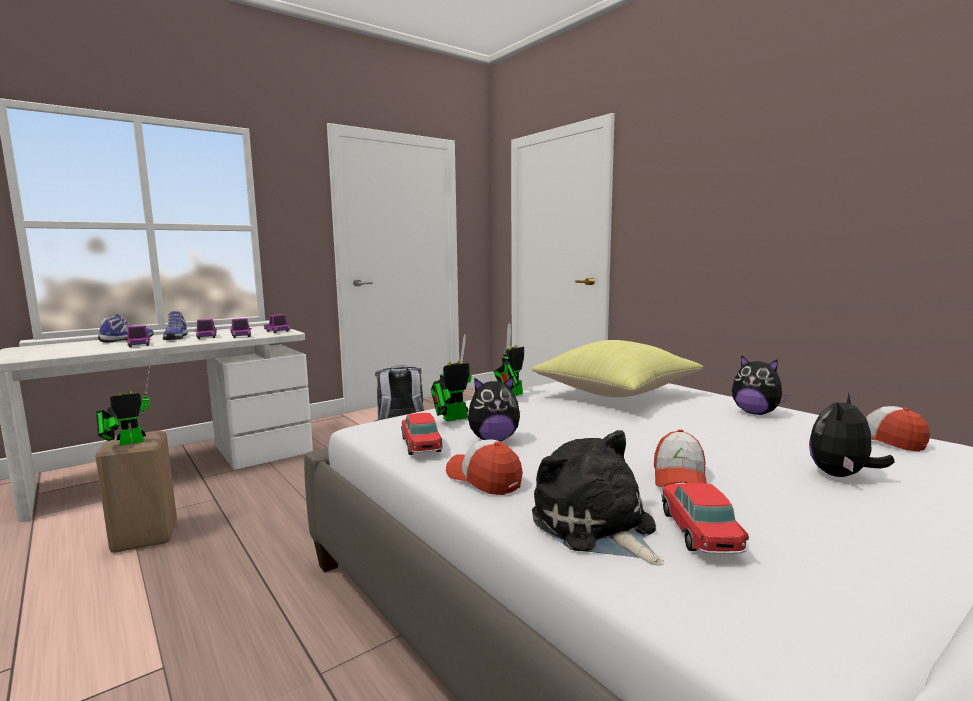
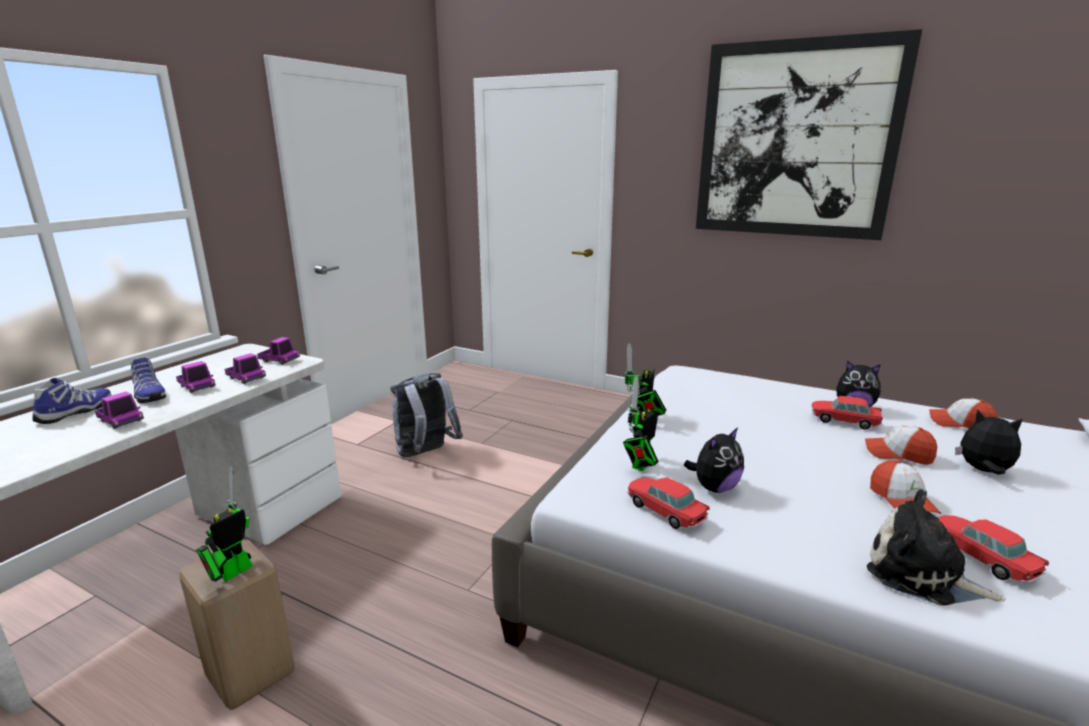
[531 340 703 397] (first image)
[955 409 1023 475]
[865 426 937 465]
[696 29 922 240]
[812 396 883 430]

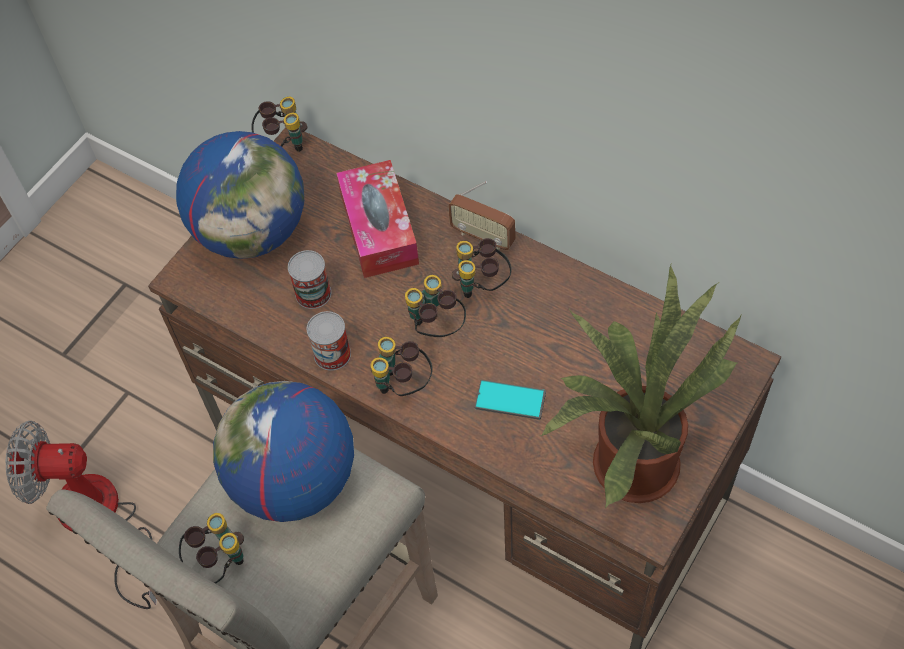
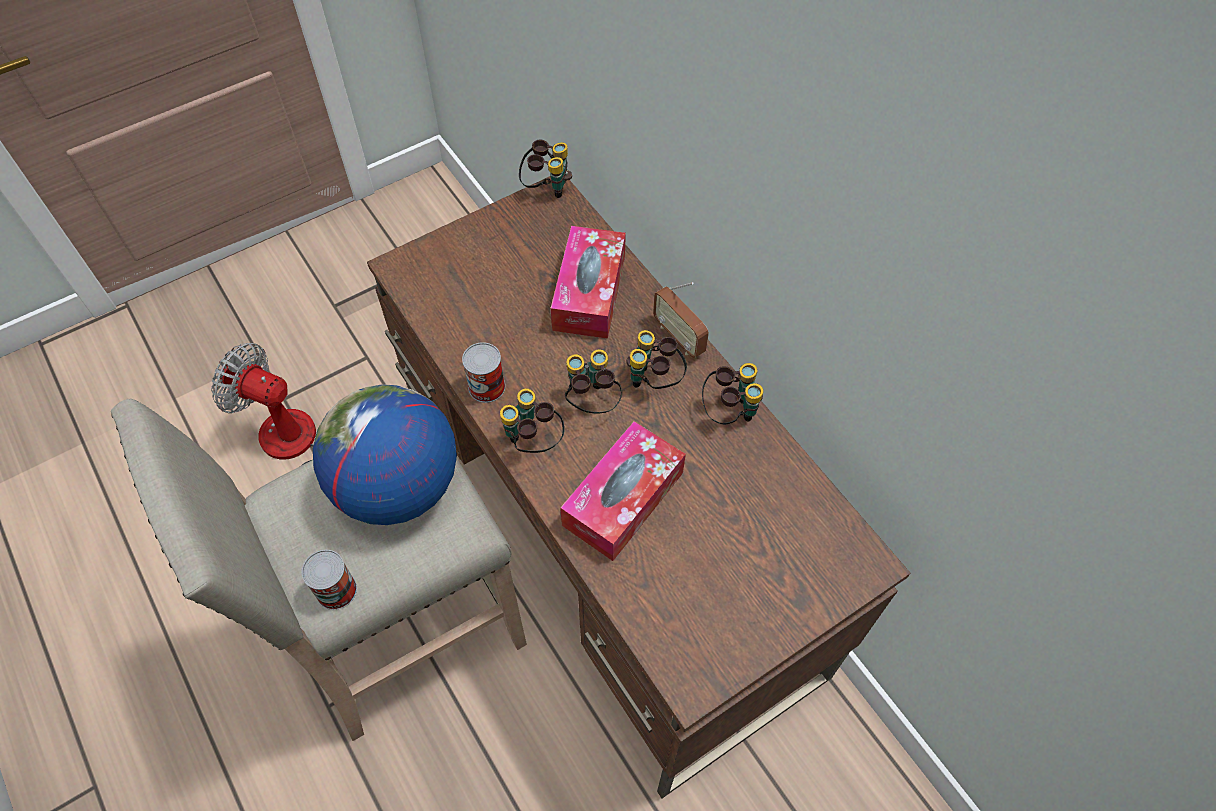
[176 131 304 259] (first image)
[301 550 357 610]
[540 265 742 508] (first image)
[560 421 686 561]
[702 363 764 424]

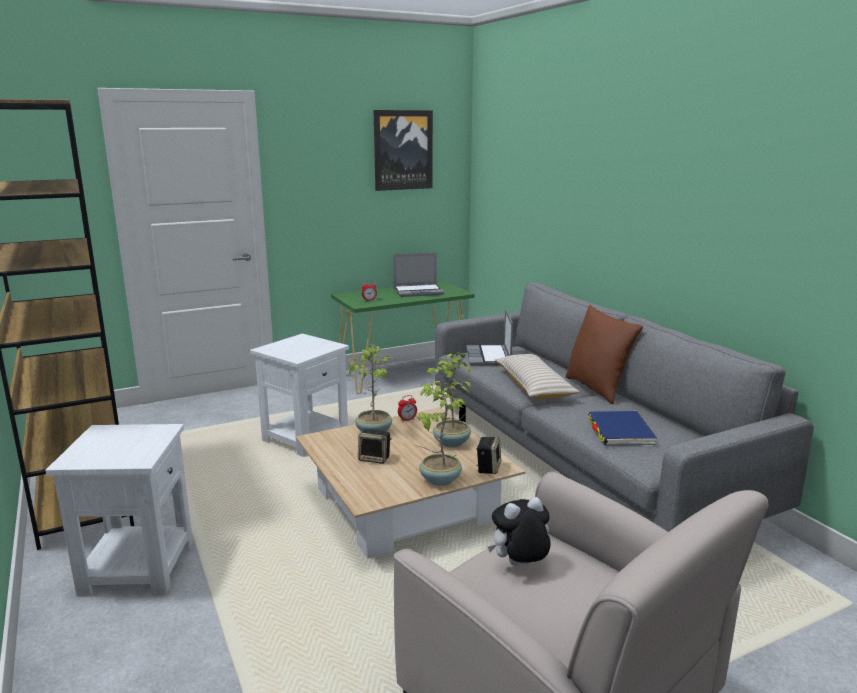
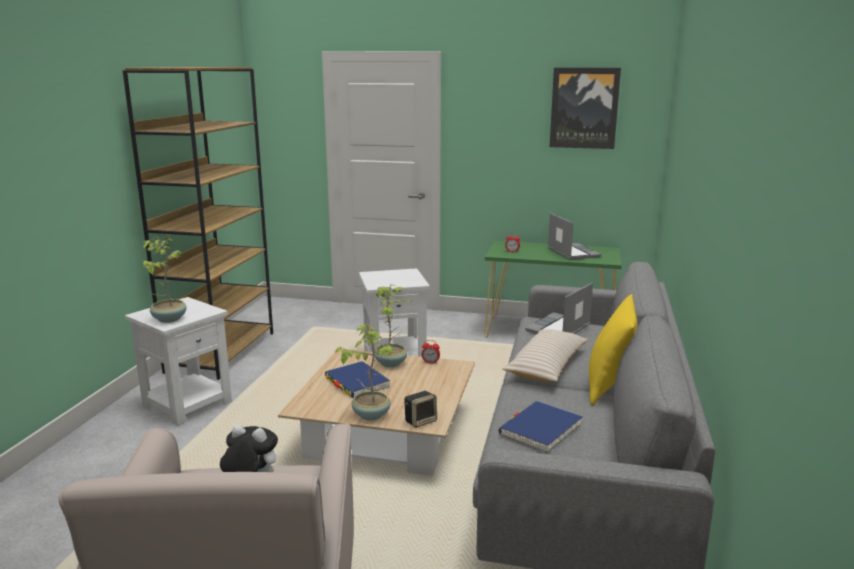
[548 213 601 260]
[589 294 638 406]
[143 236 187 323]
[325 361 390 398]

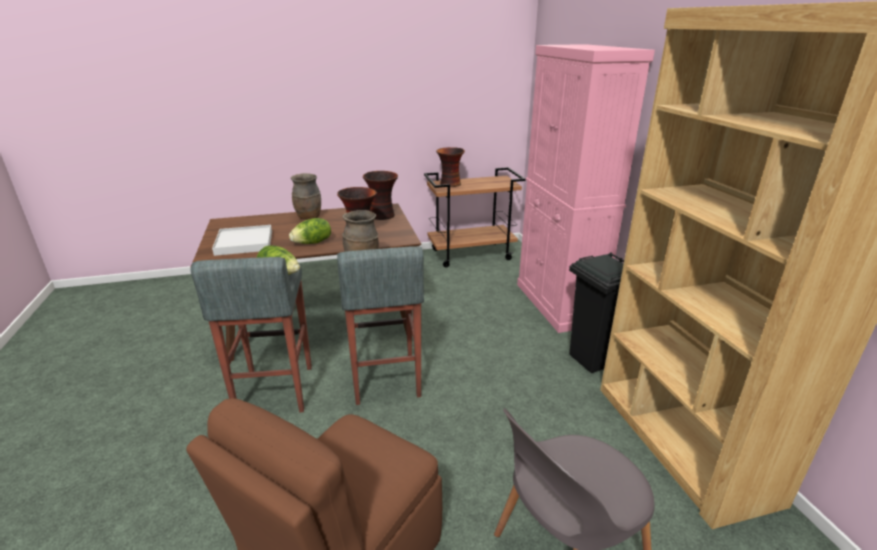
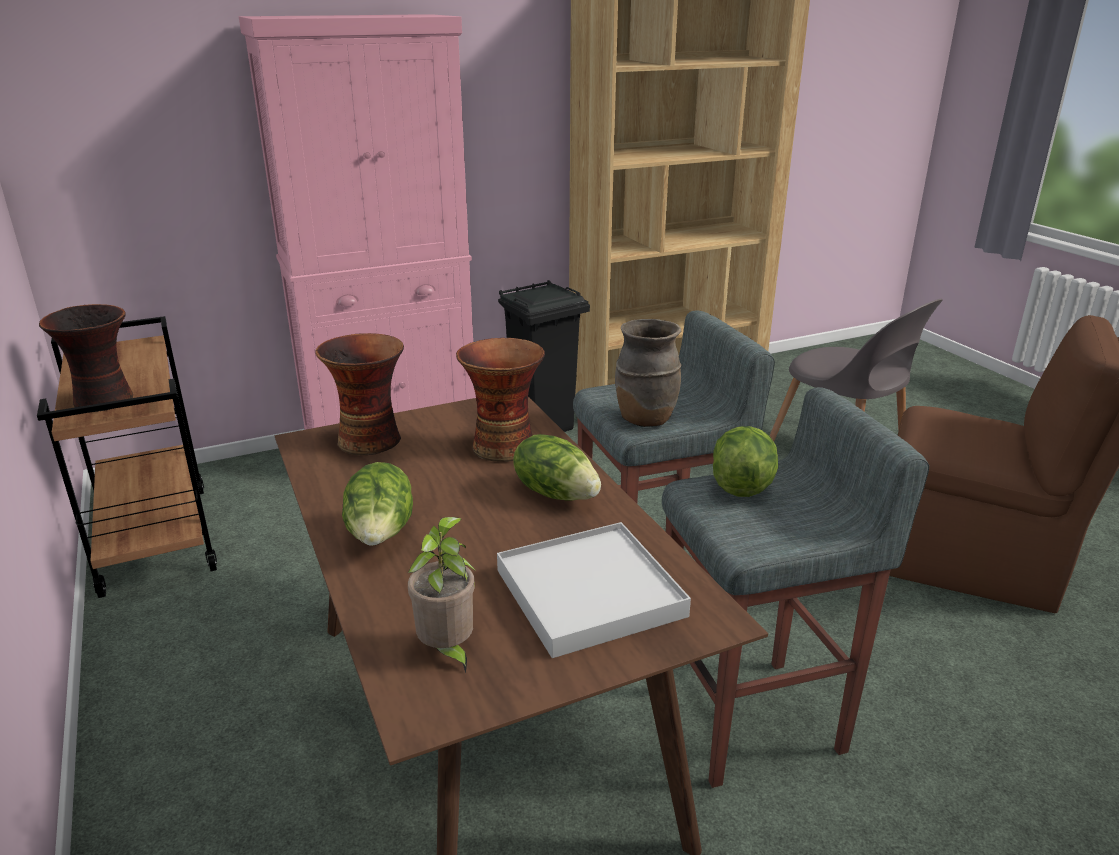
[342 462 413 546]
[408 517 477 673]

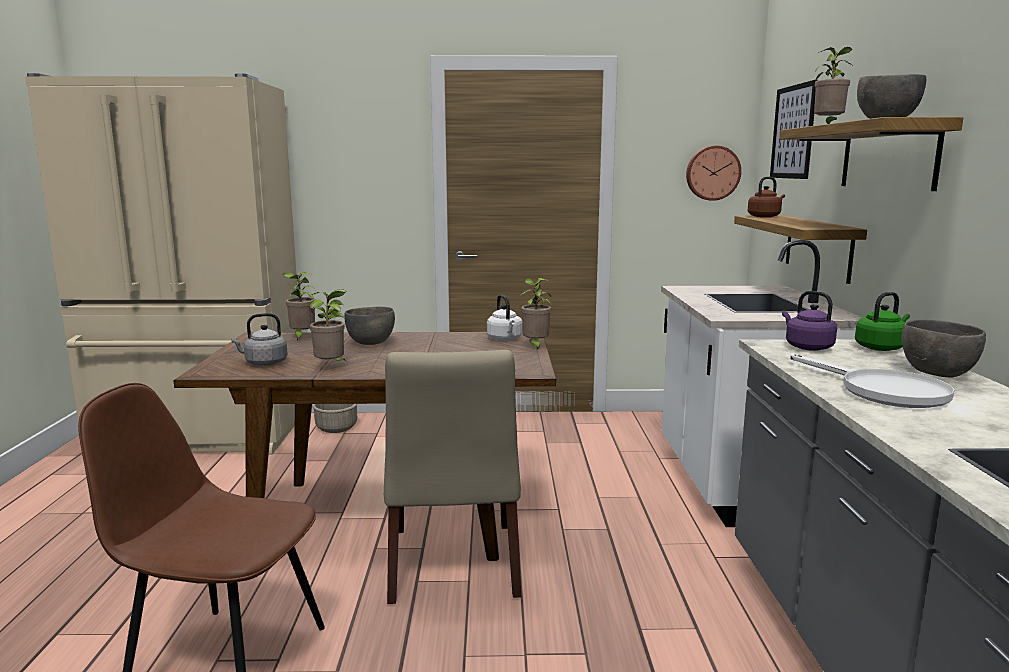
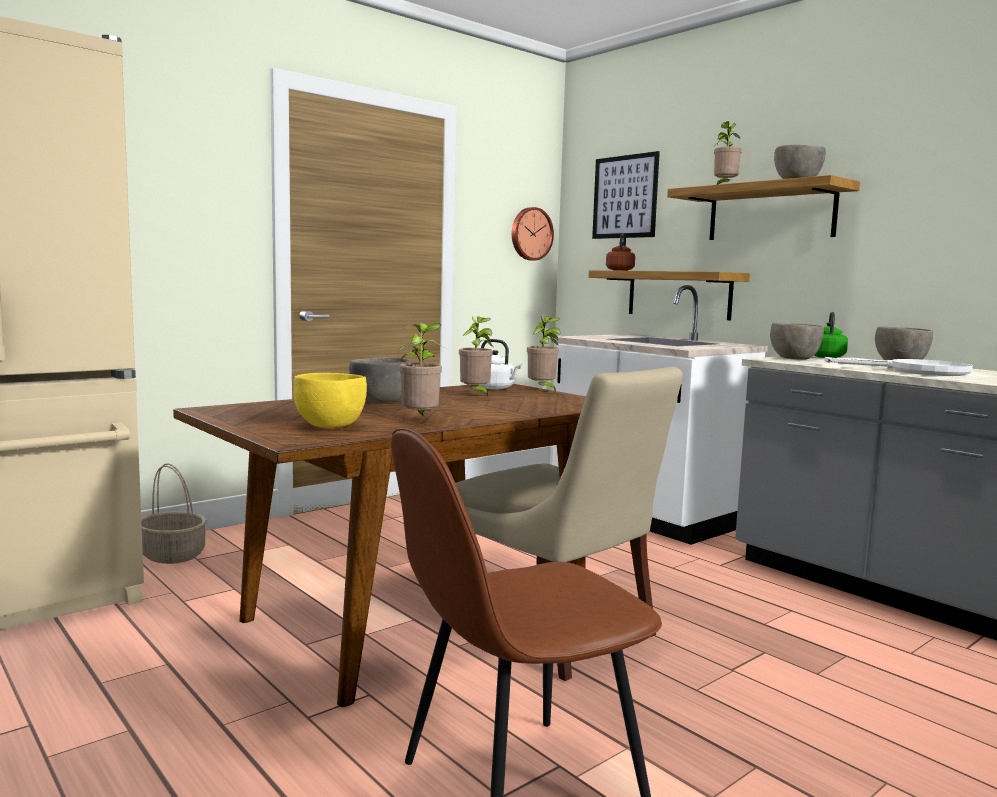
[459 316 493 397]
[770 323 824 360]
[293 373 367 428]

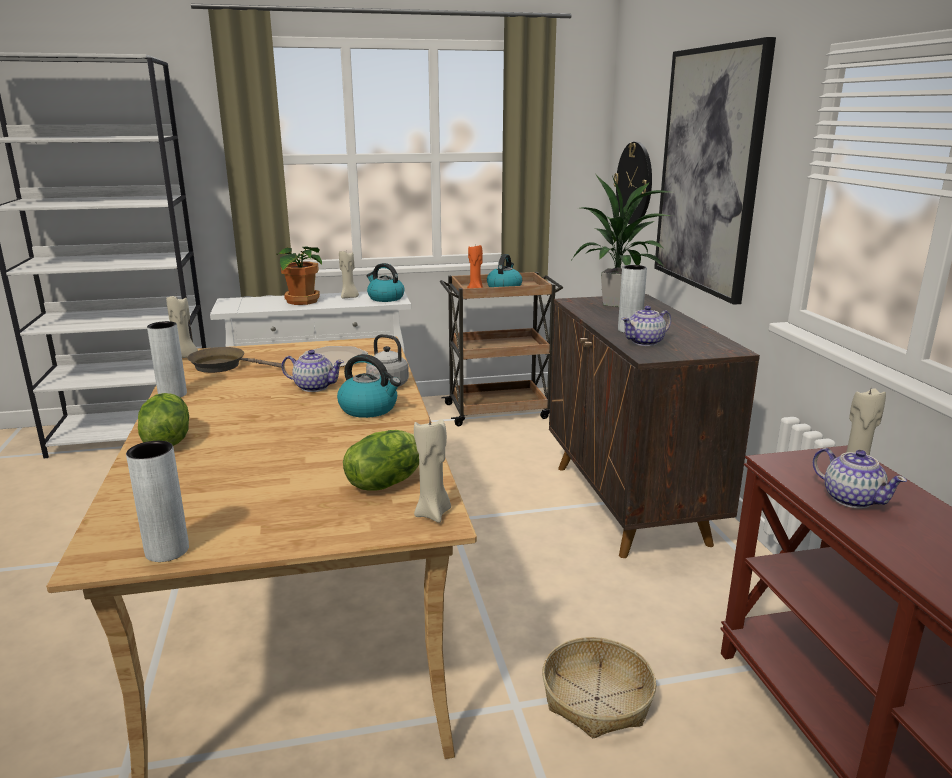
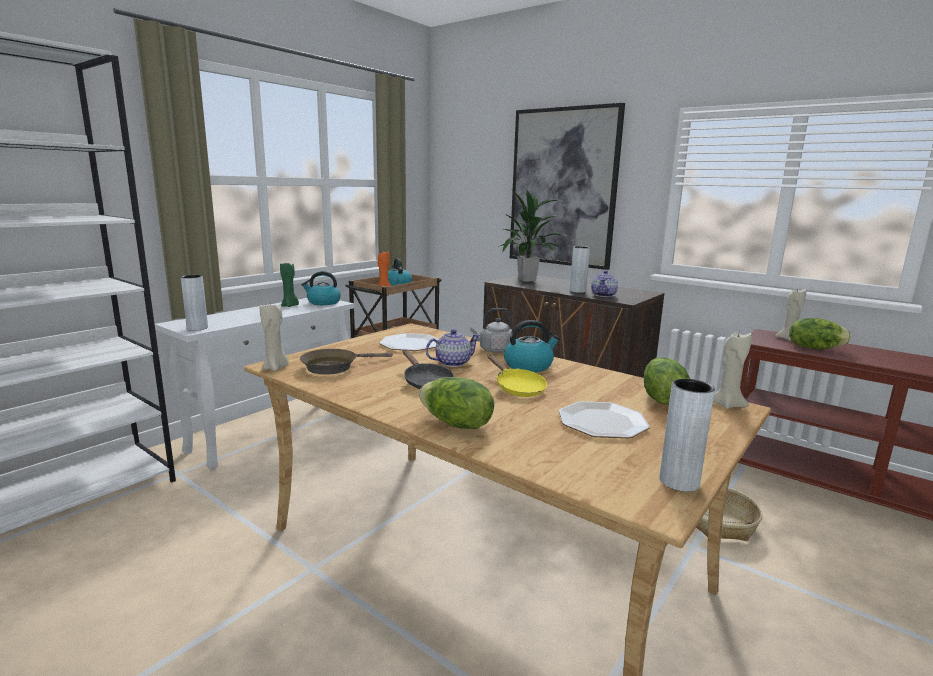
[614 142 652 224] (first image)
[276 246 322 305] (first image)
[280 263 299 307]
[181 275 208 331]
[789 318 851 349]
[402 349 454 389]
[487 354 547 397]
[559 401 650 438]

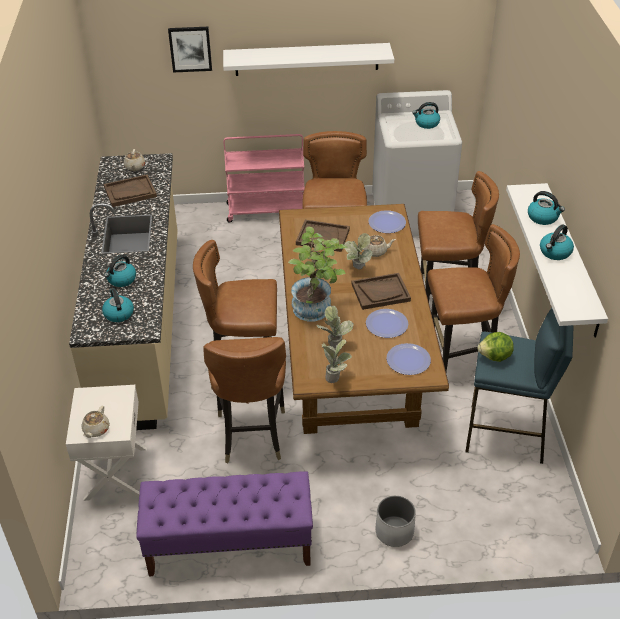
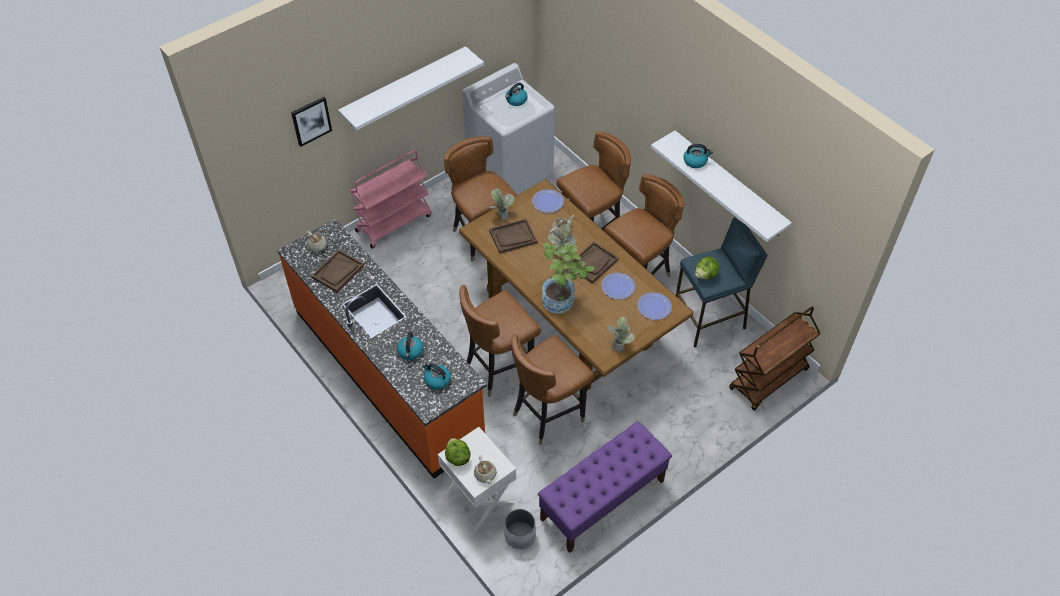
[277 219 487 478]
[540 224 574 260] (first image)
[490 189 515 220]
[511 334 594 445]
[504 509 536 549]
[729 306 821 411]
[445 438 471 466]

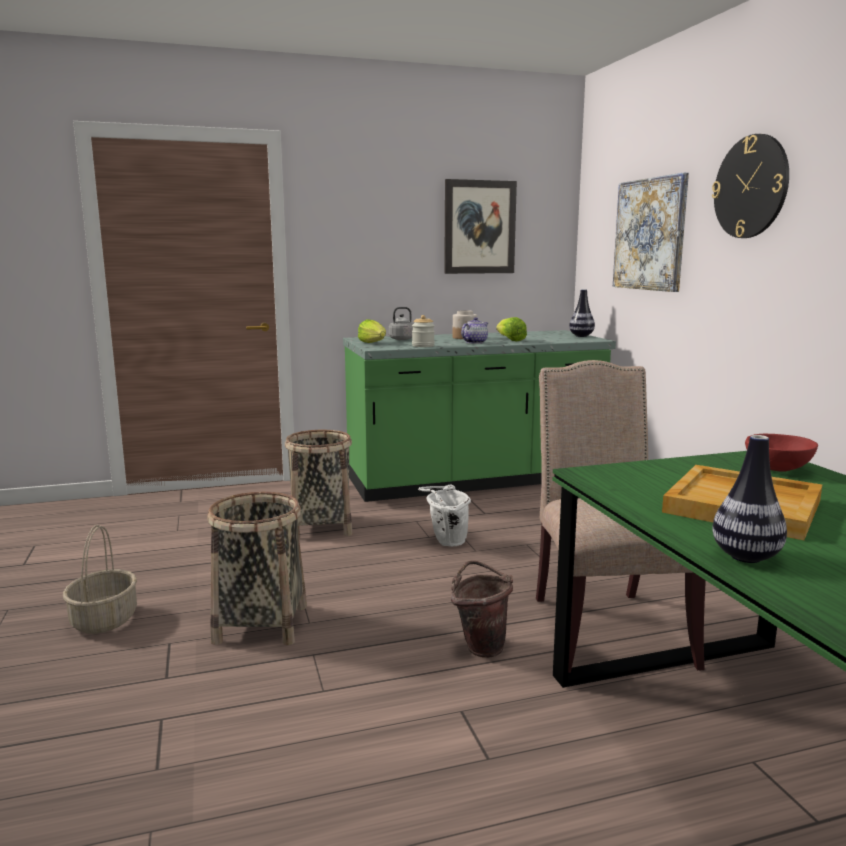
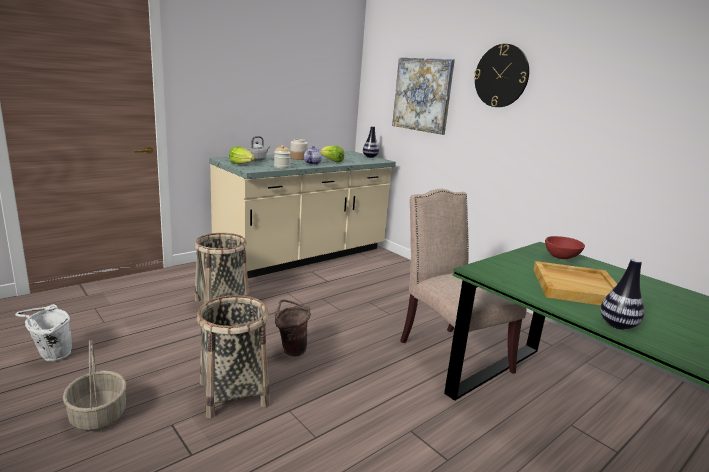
[444 179 517 274] (first image)
[209 151 396 278]
[15 304 72 361]
[275 299 311 356]

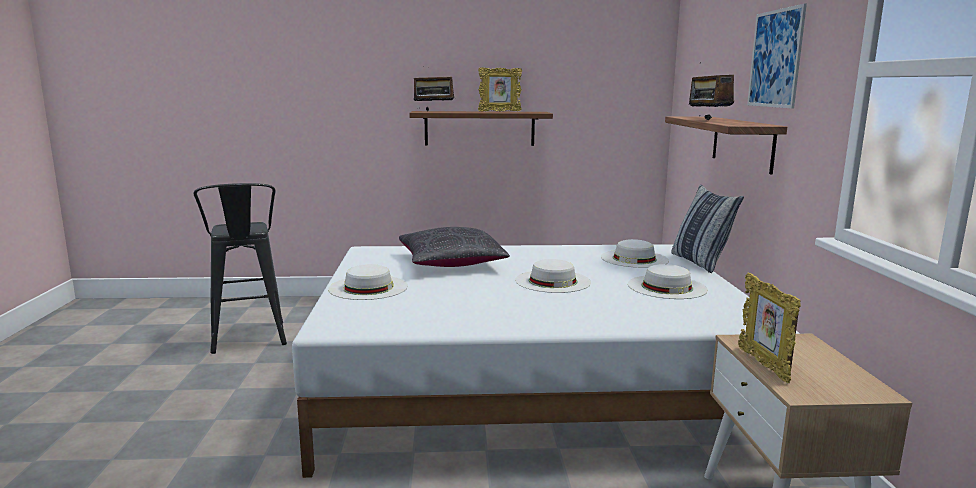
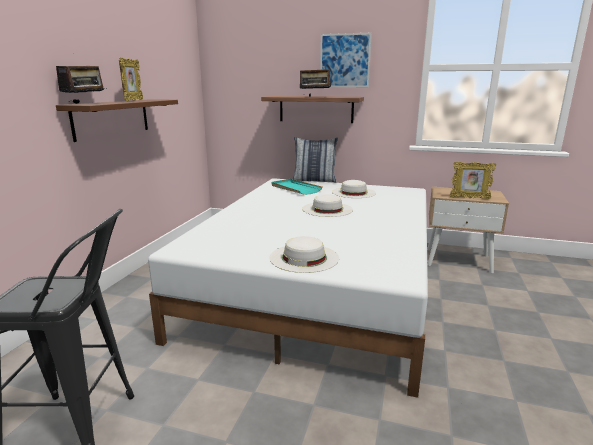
[399 227 510 267] (first image)
[272 179 322 195]

